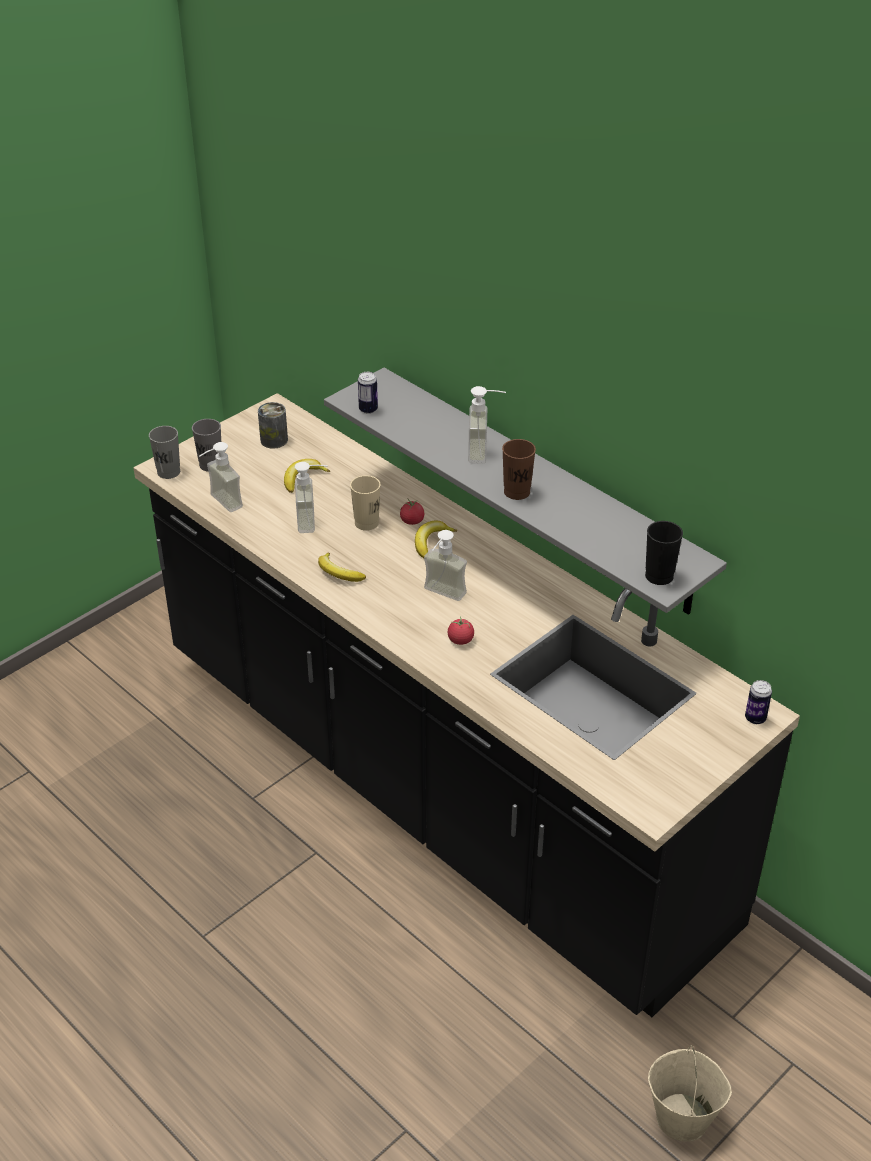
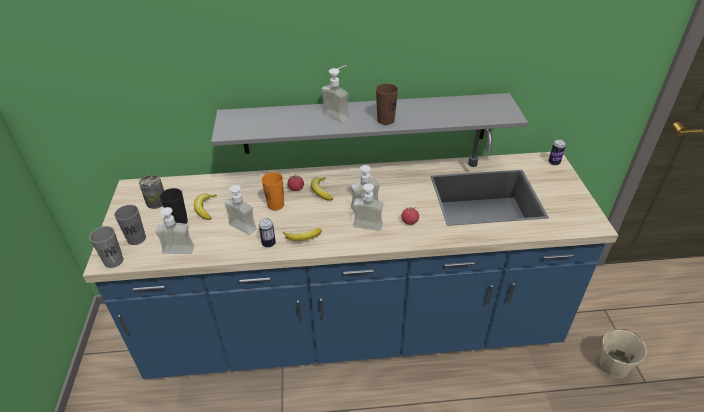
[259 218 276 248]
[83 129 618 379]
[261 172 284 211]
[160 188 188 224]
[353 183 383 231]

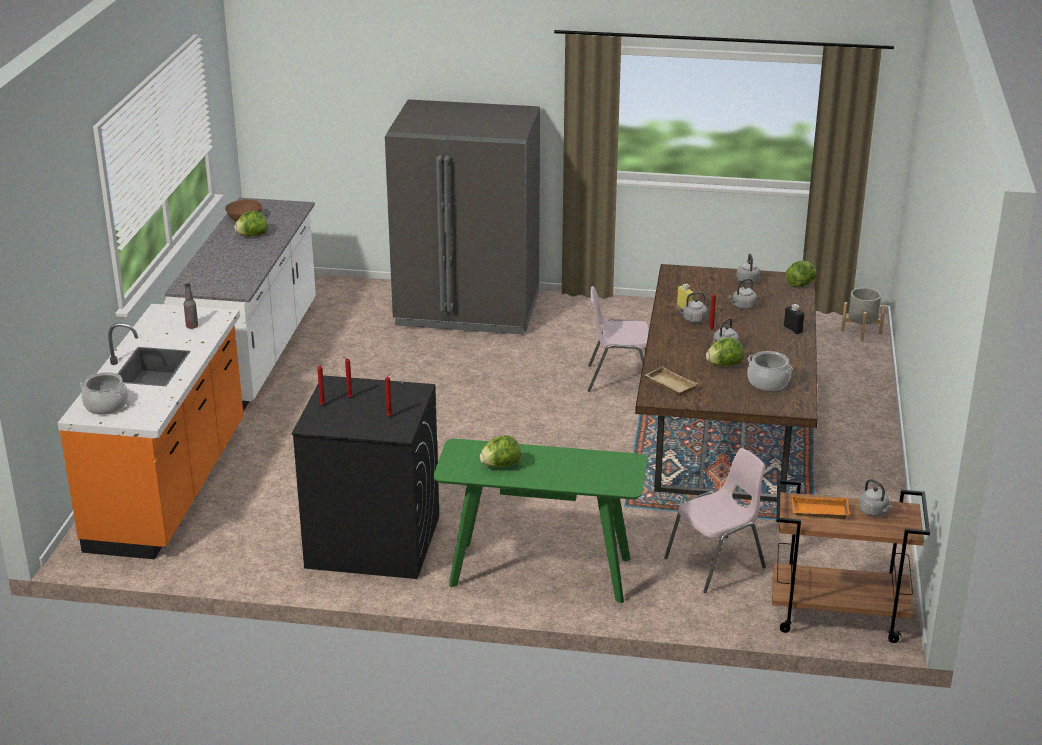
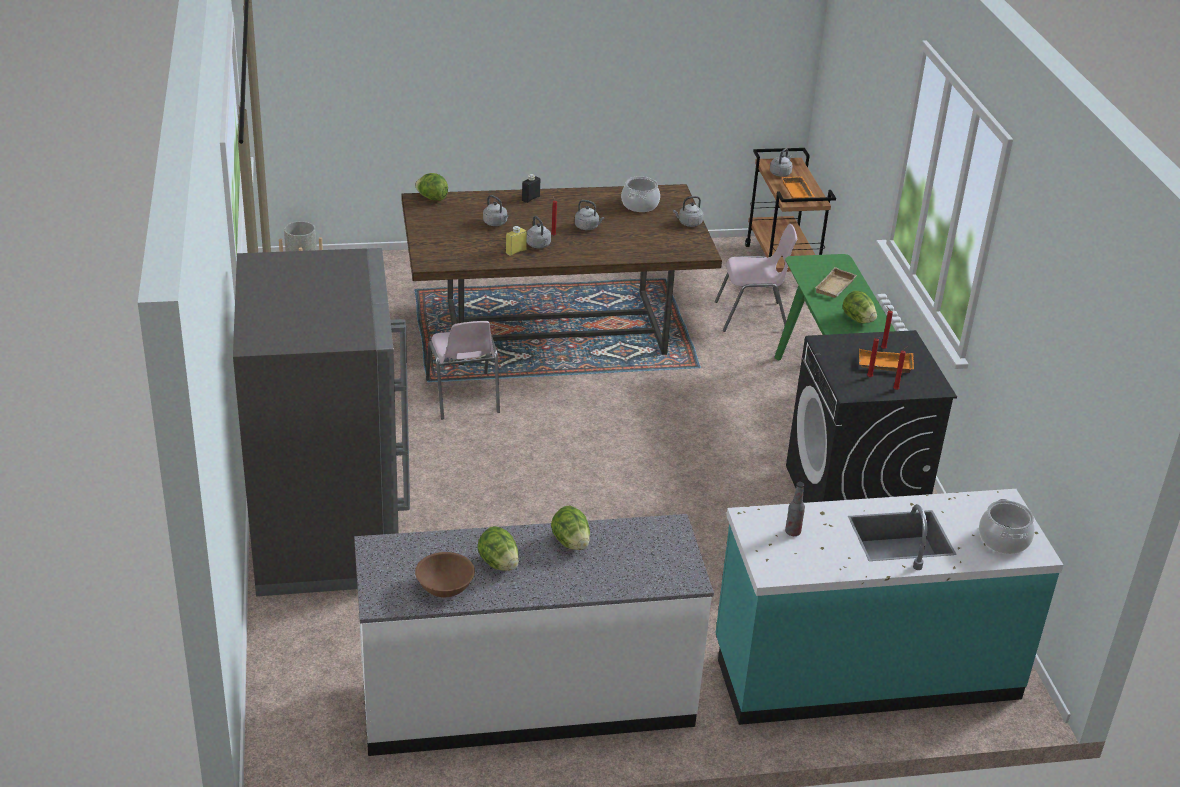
[673 196 703 227]
[716 489 1063 725]
[551 506 590 550]
[815 267 857 298]
[715 224 797 332]
[859 349 914 373]

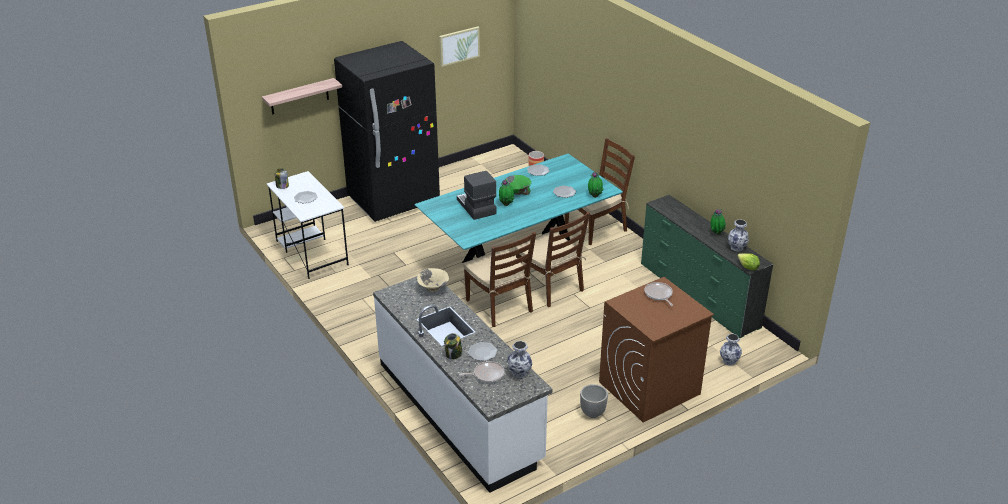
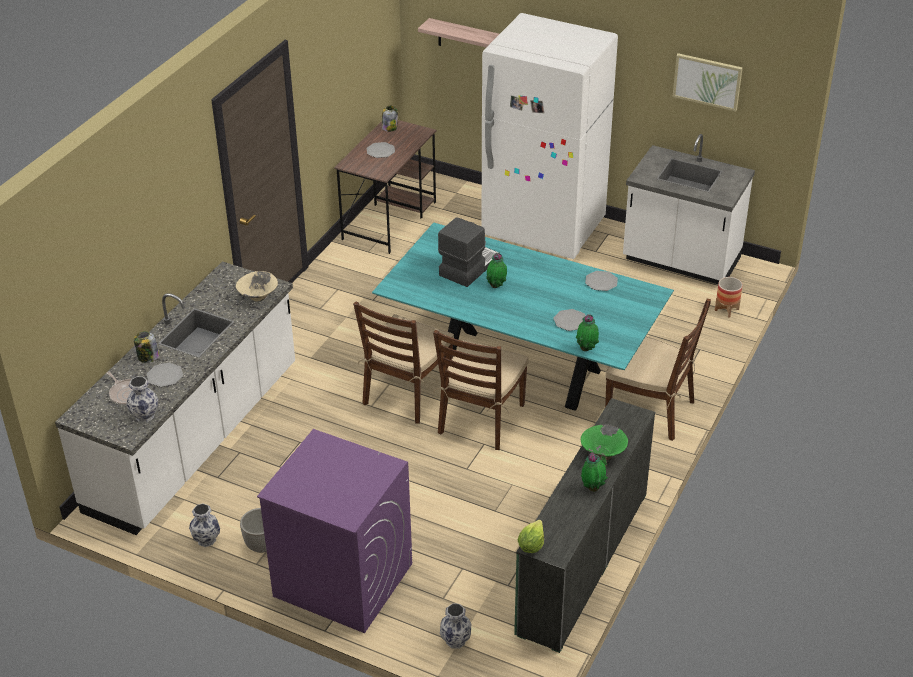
[482 13 618 259]
[334 120 437 254]
[581 425 628 467]
[189 503 220 547]
[257 429 412 633]
[645 282 673 306] (first image)
[623 134 755 284]

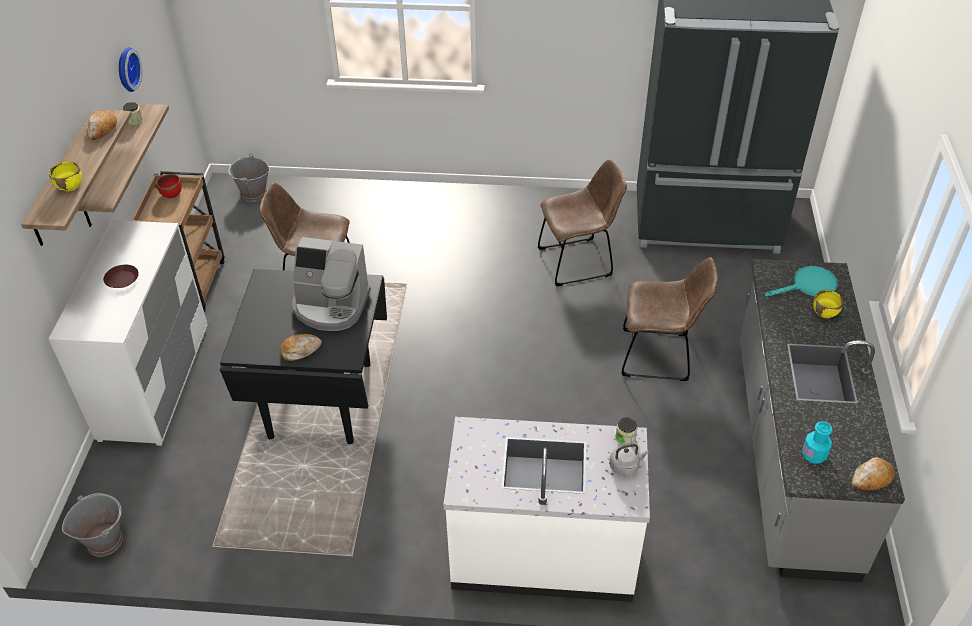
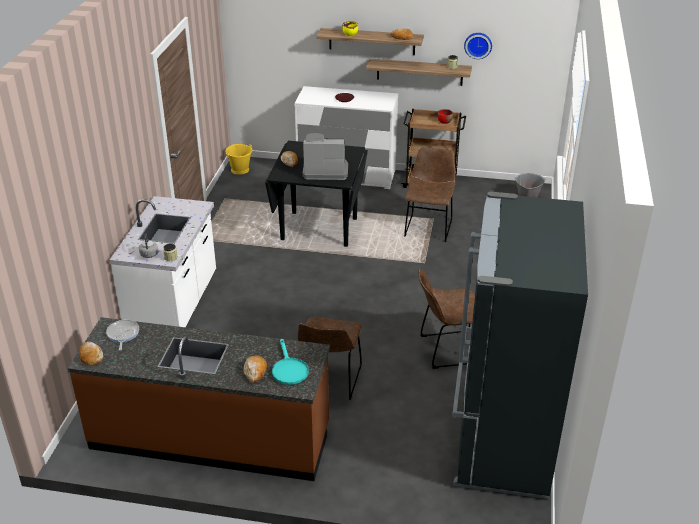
[418 269 475 369]
[303 133 348 180]
[67 317 330 481]
[244 355 267 383]
[106 320 139 351]
[226 144 253 175]

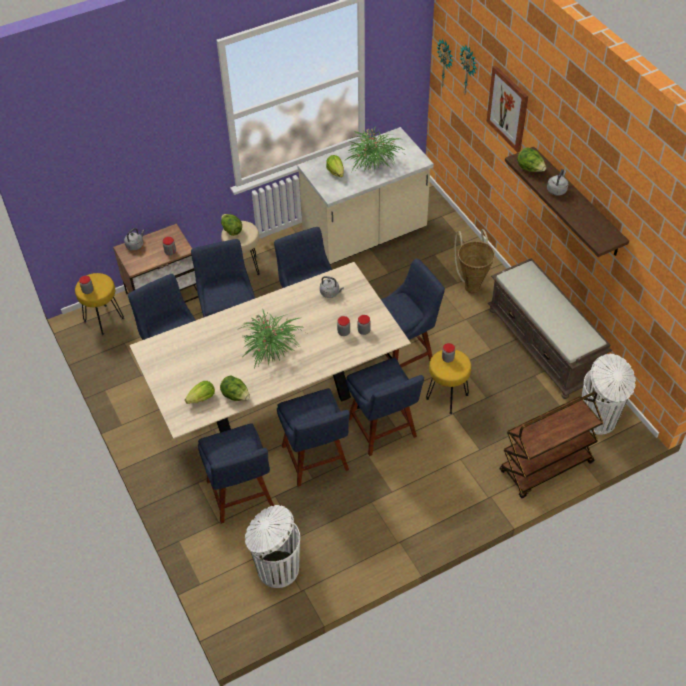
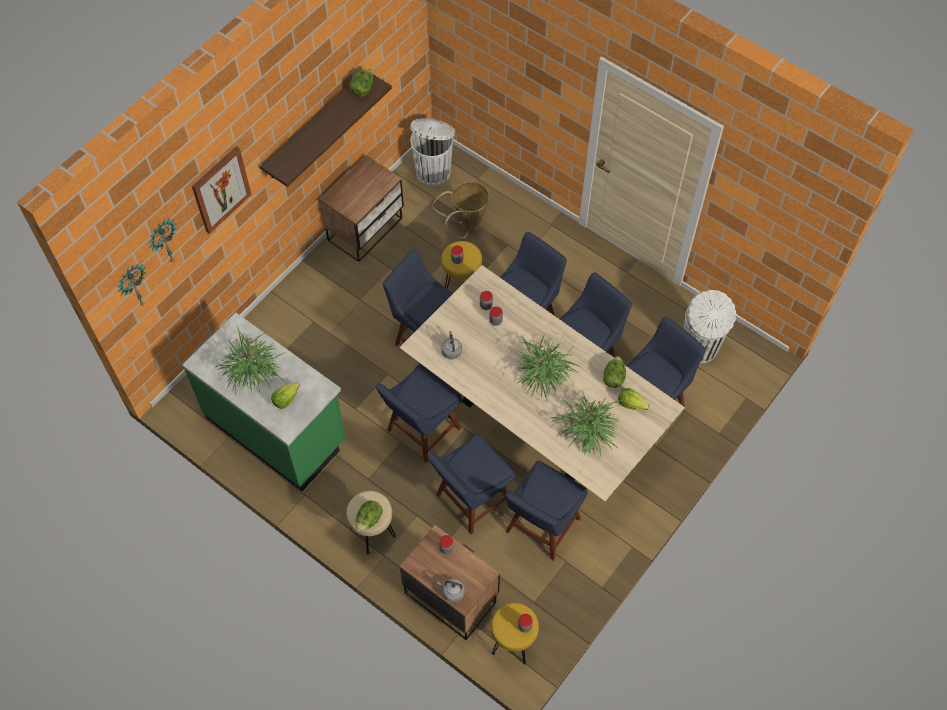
[182 313 346 491]
[349 69 374 97]
[547 169 568 195] (first image)
[432 181 490 238]
[319 155 404 262]
[500 391 603 498] (first image)
[551 396 622 456]

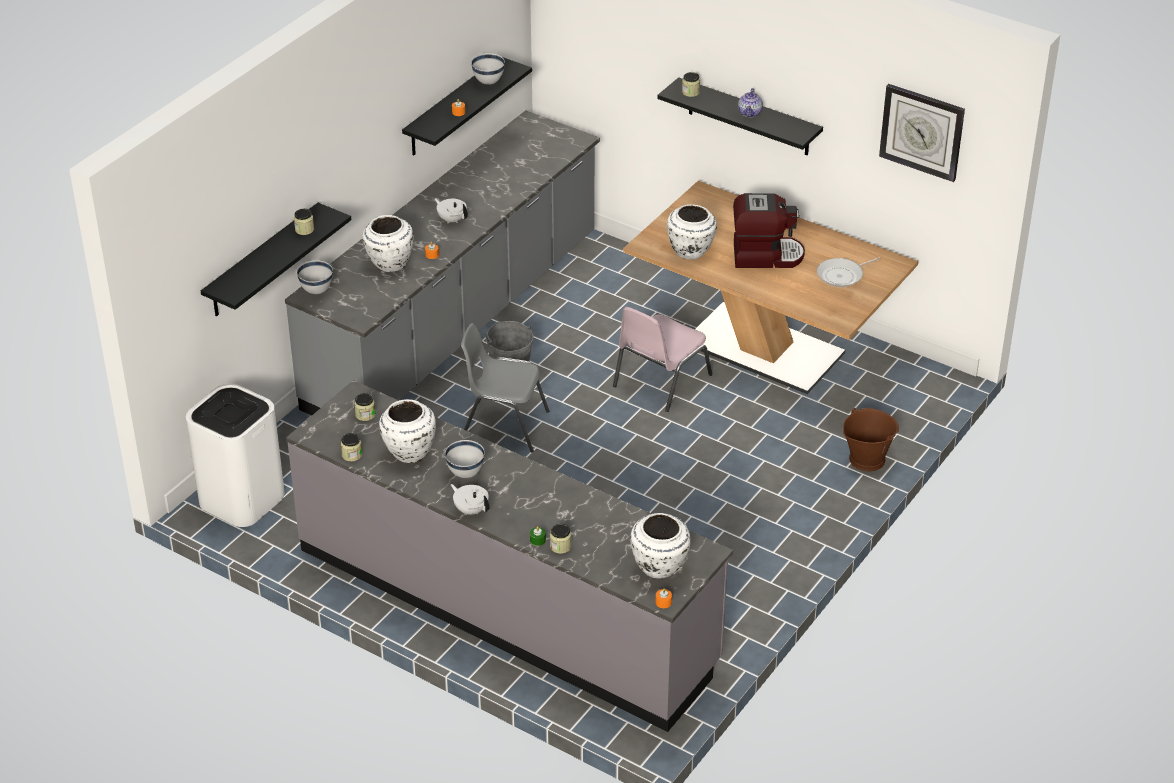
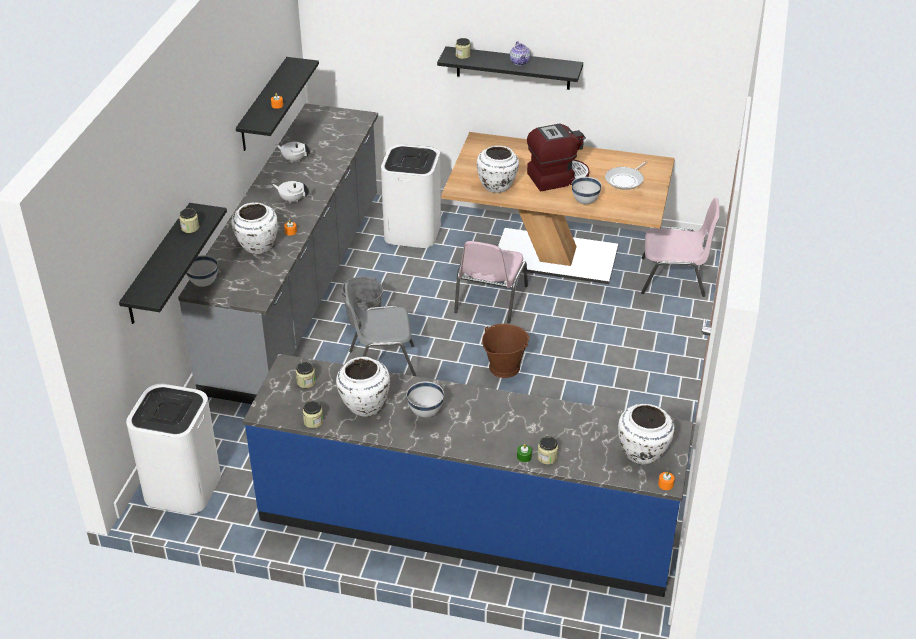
[572 177 602 205]
[879 84 965 182] (first image)
[243 354 693 597]
[482 324 529 378]
[276 142 310 163]
[381 144 441 248]
[641 198 719 297]

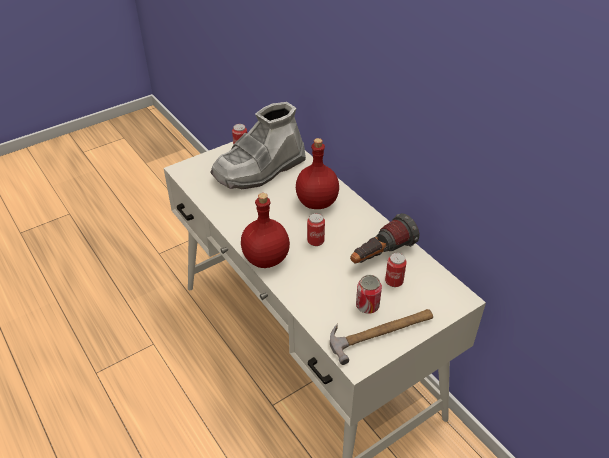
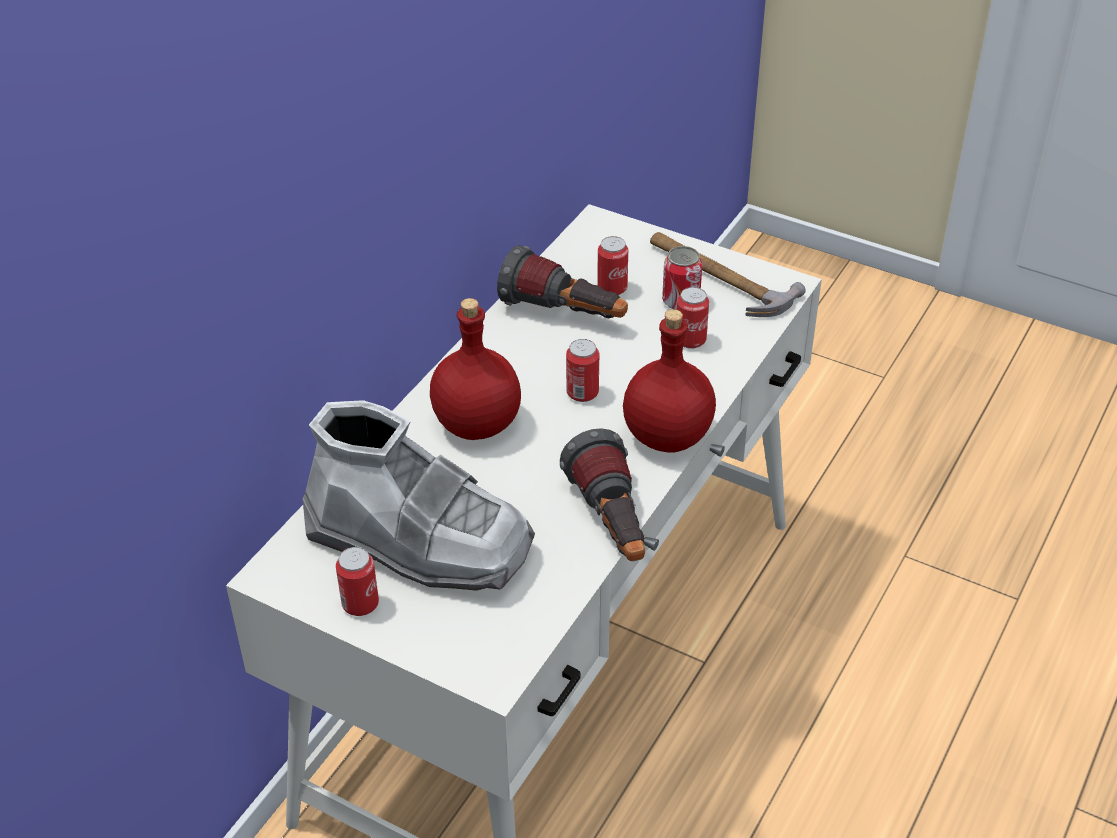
[677 287 709 349]
[560 428 645 561]

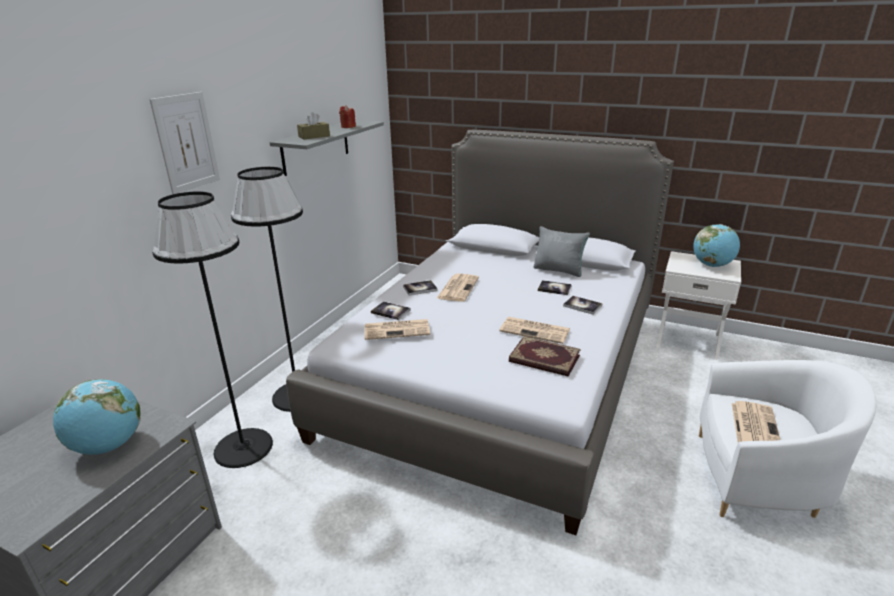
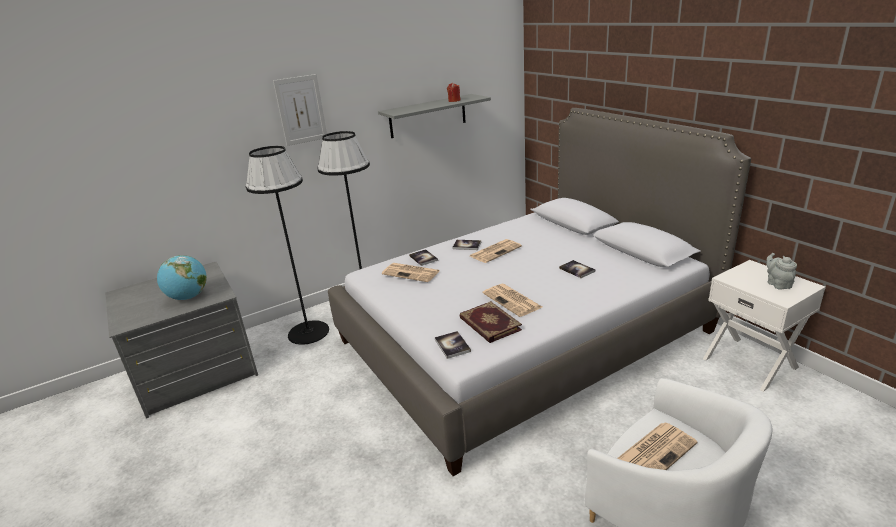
[297 112 330 139] (first image)
[766 253 797 289]
[533 226 590 277] (first image)
[435 331 471 359]

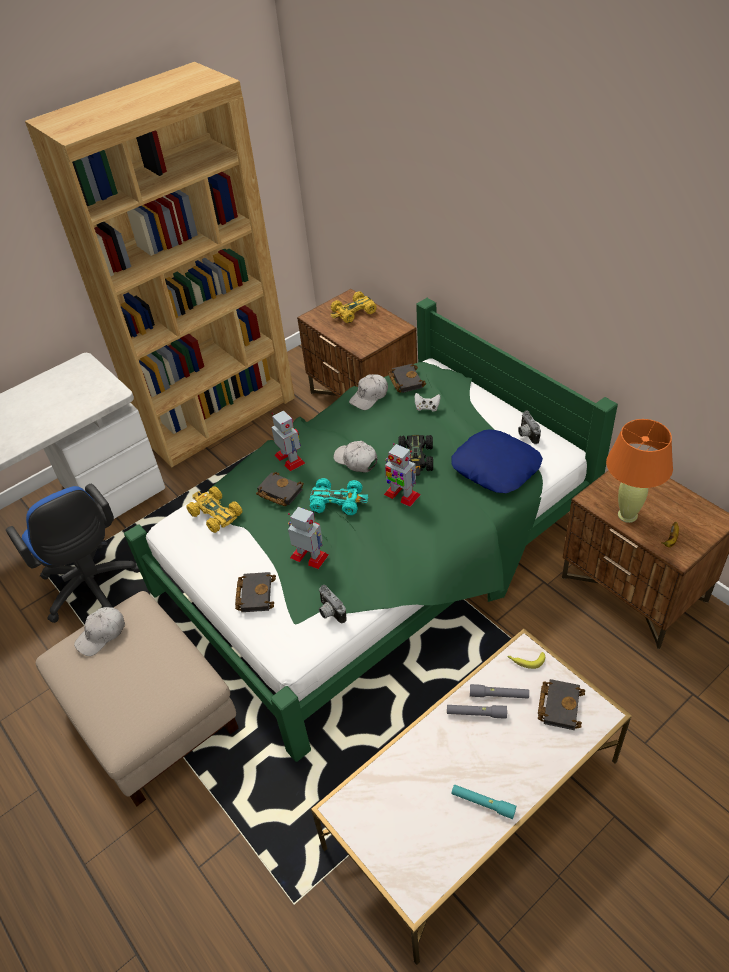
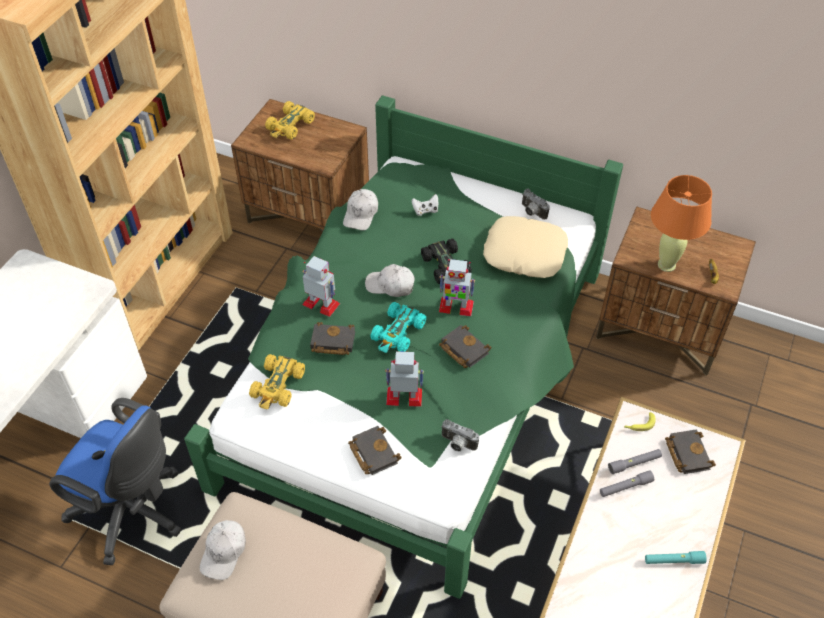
[439 325 491 368]
[483 216 568 278]
[370 302 427 353]
[249 354 305 409]

